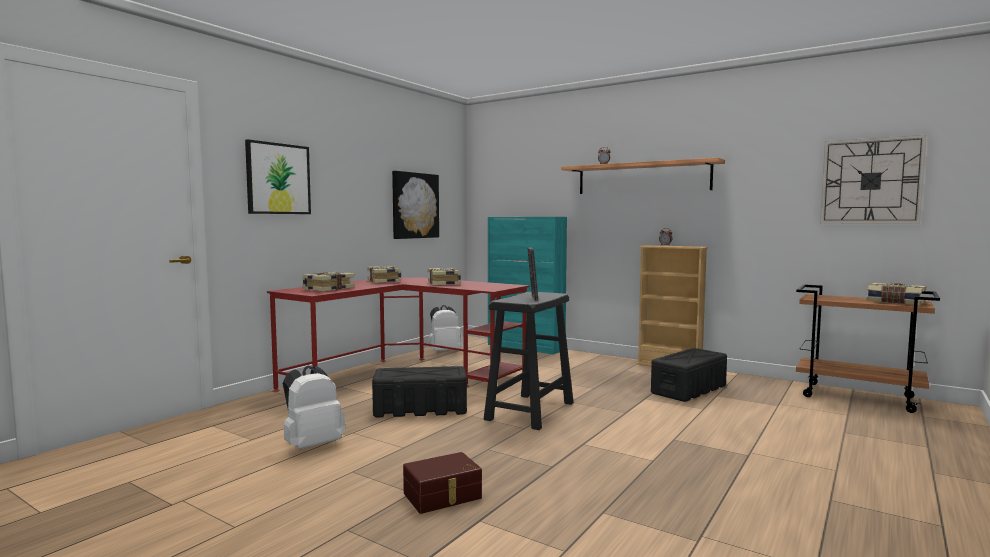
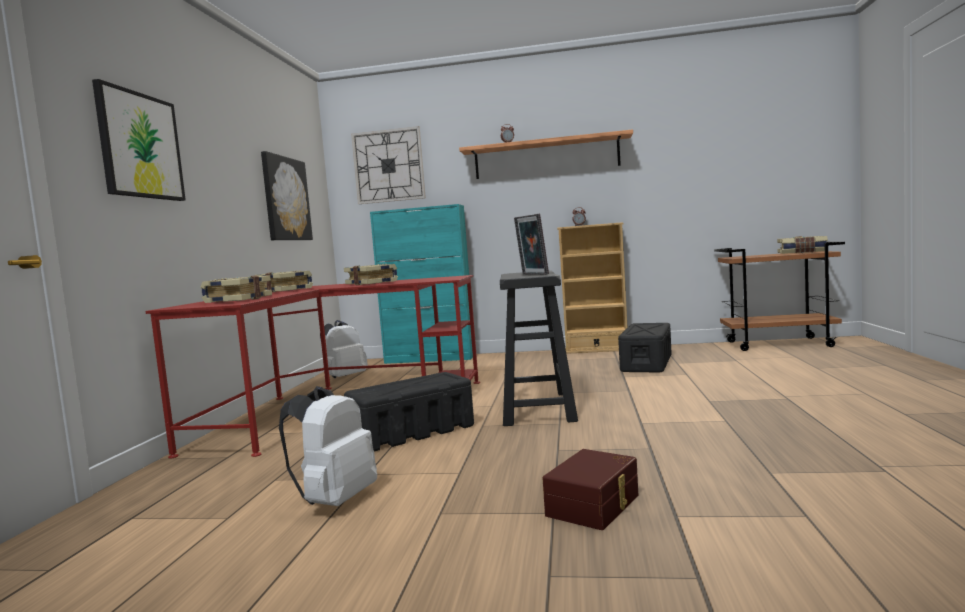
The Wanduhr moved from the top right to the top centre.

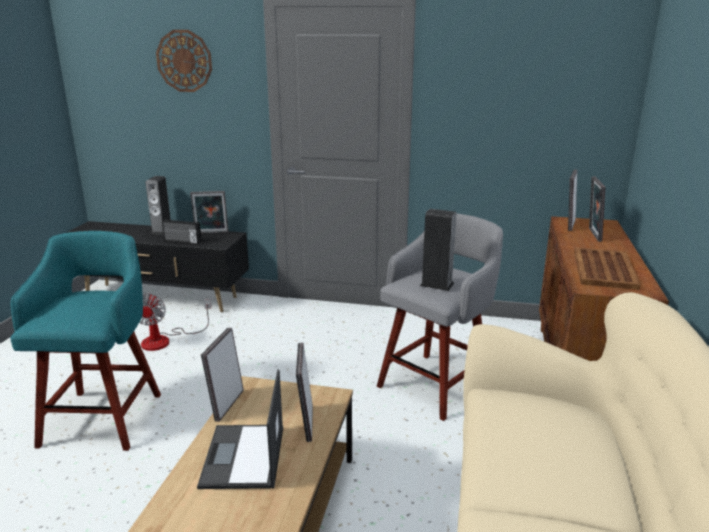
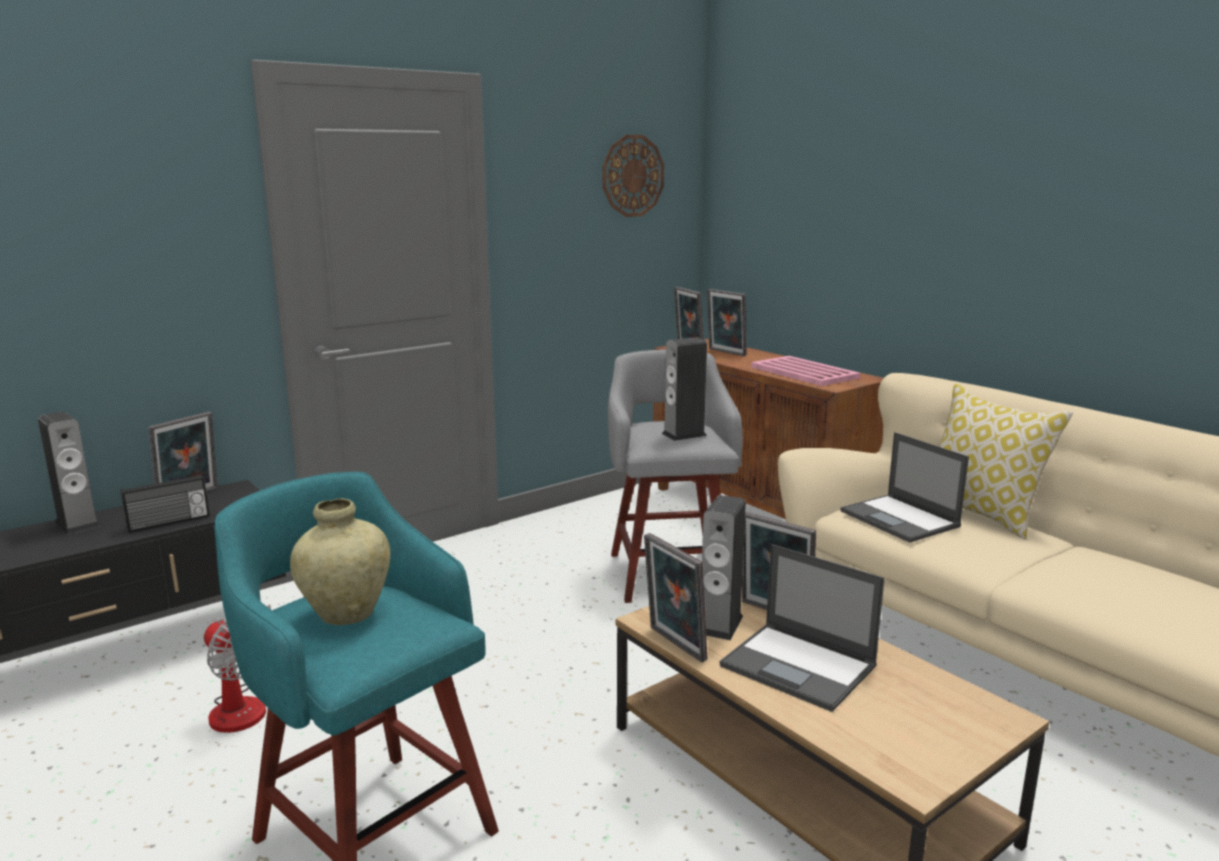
The Wanduhr moved from the top left to the top centre. The Tablett [braun] at the middle right became the Tablett [rosa] at the centre. The Vase [beige] at the middle left appeared. The Lautsprecher (no. 3 from left) at the centre appeared. The Laptop (no. 2 from left) at the middle right appeared. The Kissen at the middle right appeared.

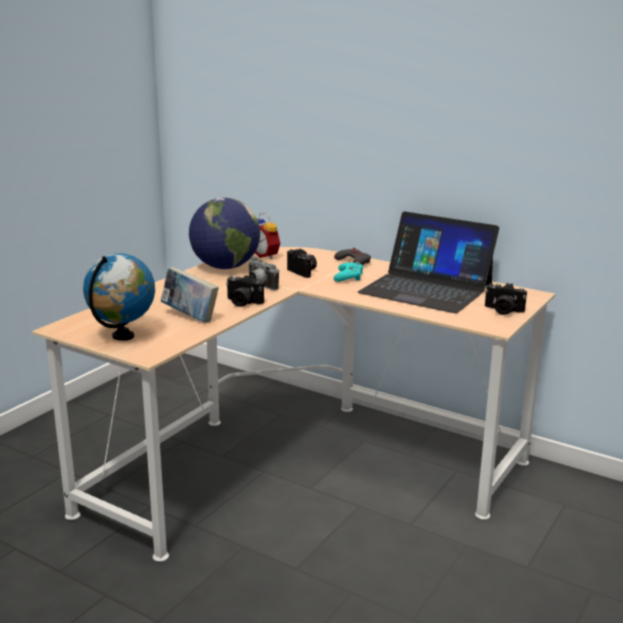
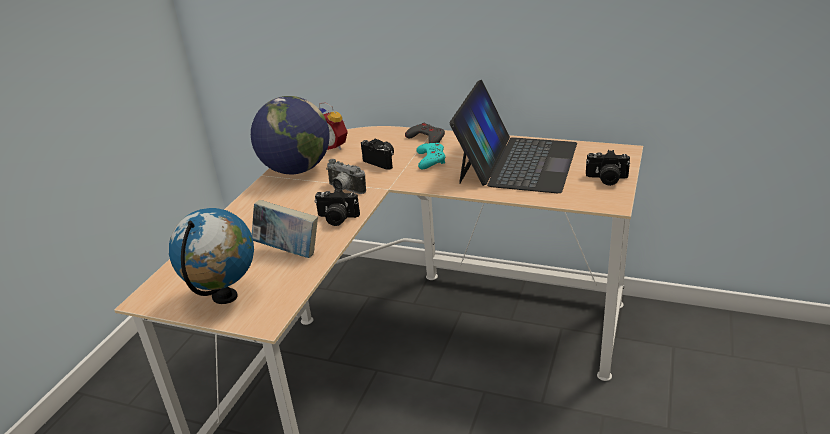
The Laptop at the middle right turned 90 degrees counterclockwise.

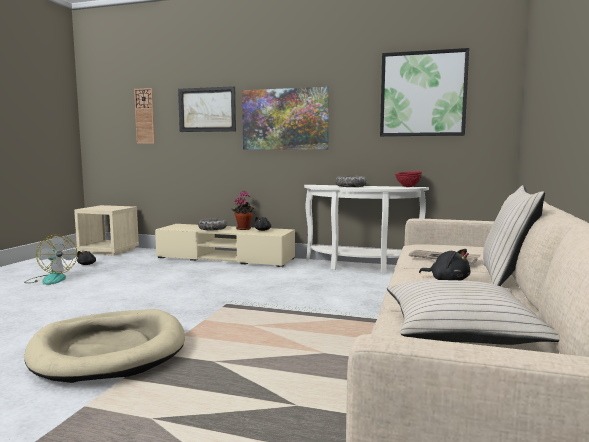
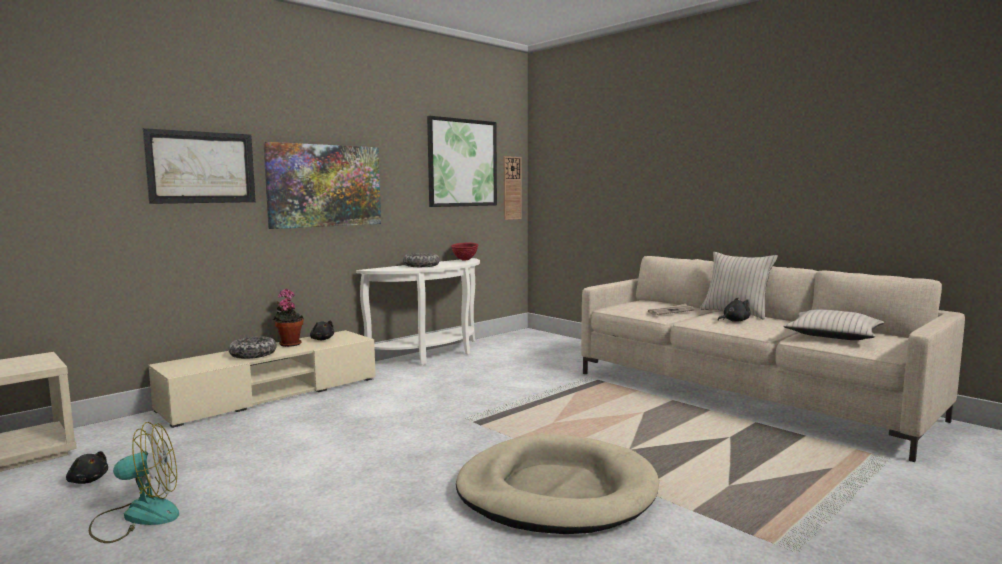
The Wanduhr moved from the top left to the centre.

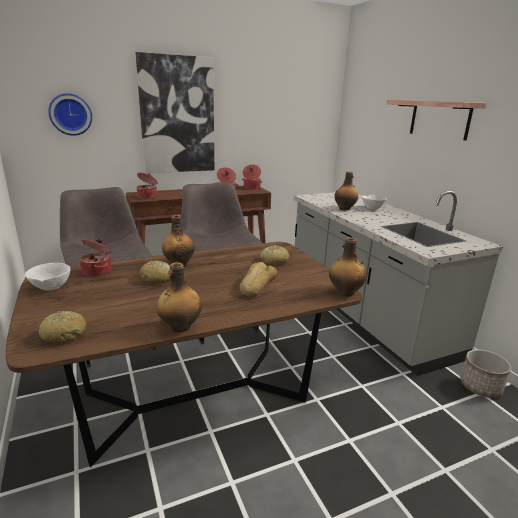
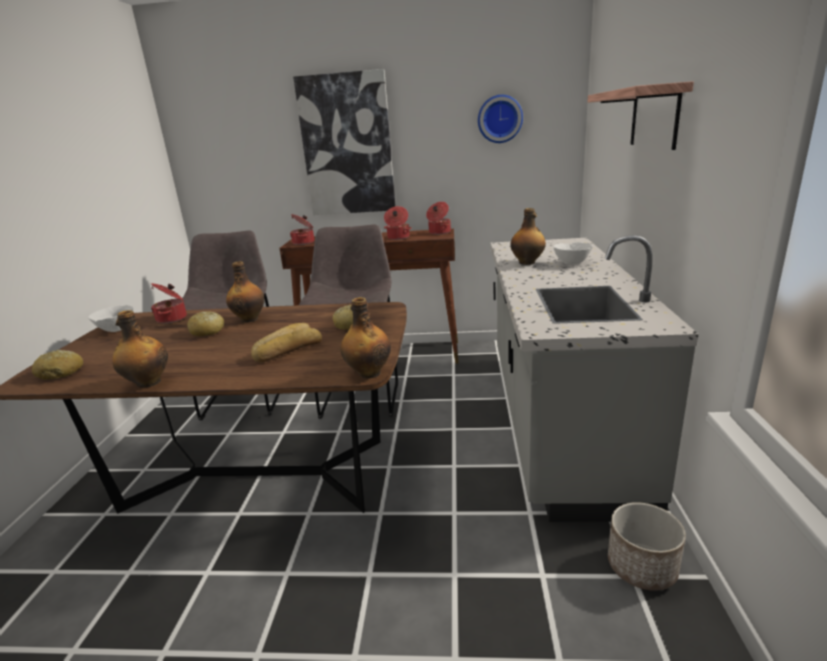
The Wanduhr moved from the top left to the top centre.

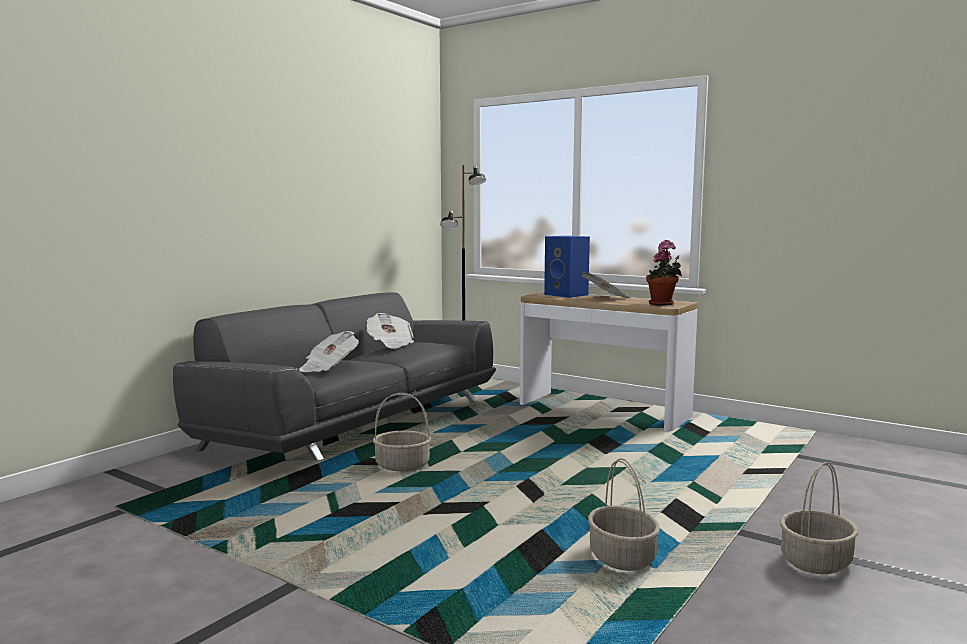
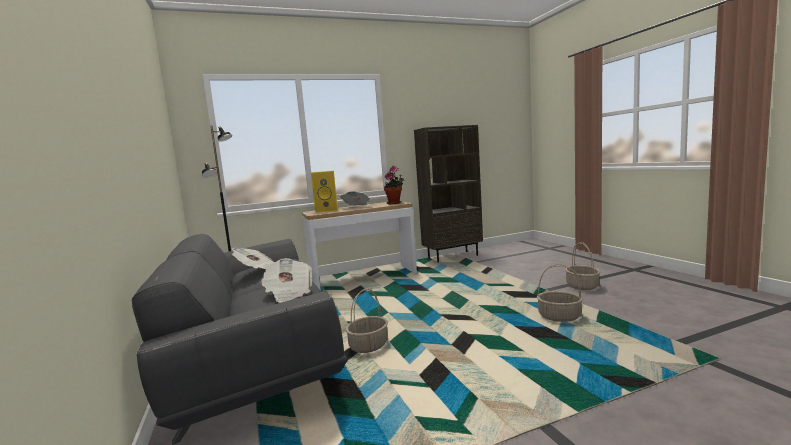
The Lautsprecher [blau] at the centre became the Lautsprecher [gelb] at the centre. The Bücherregal [braun] at the centre appeared.

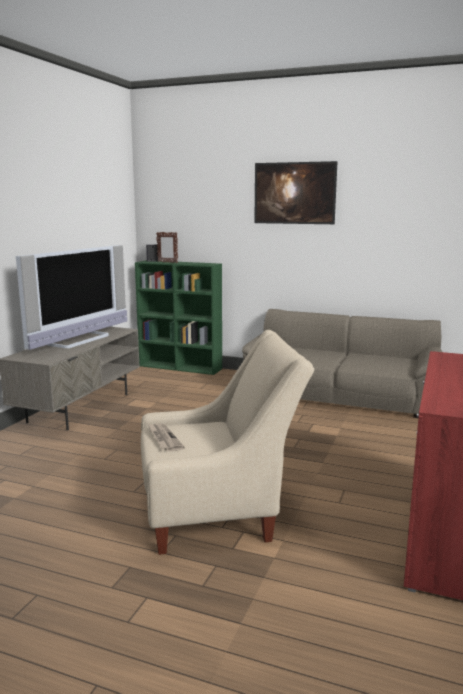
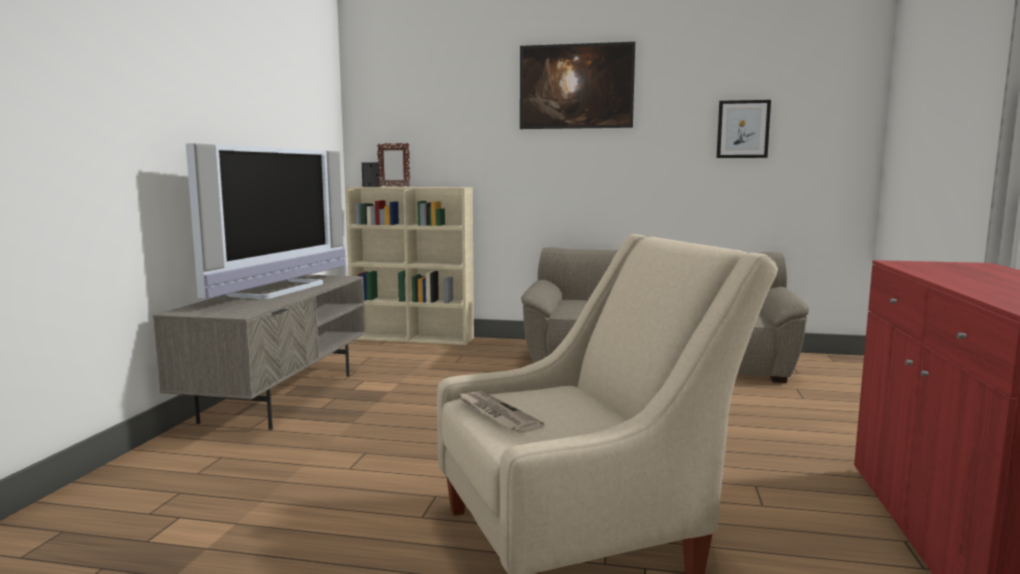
The Bücherregal [grün] at the centre became the Bücherregal [beige] at the centre. The Bild (no. 2 from left) at the top right appeared.

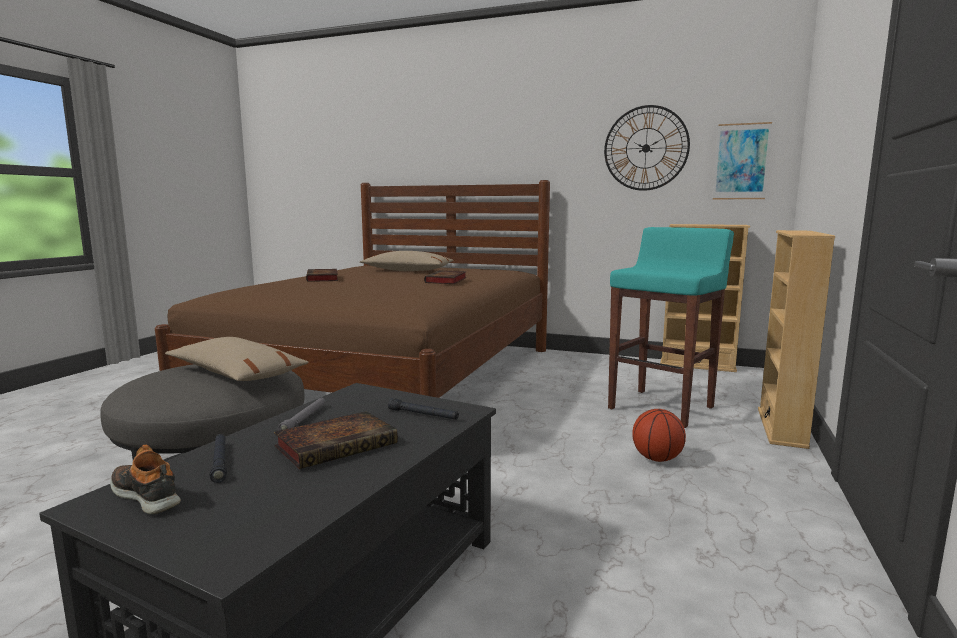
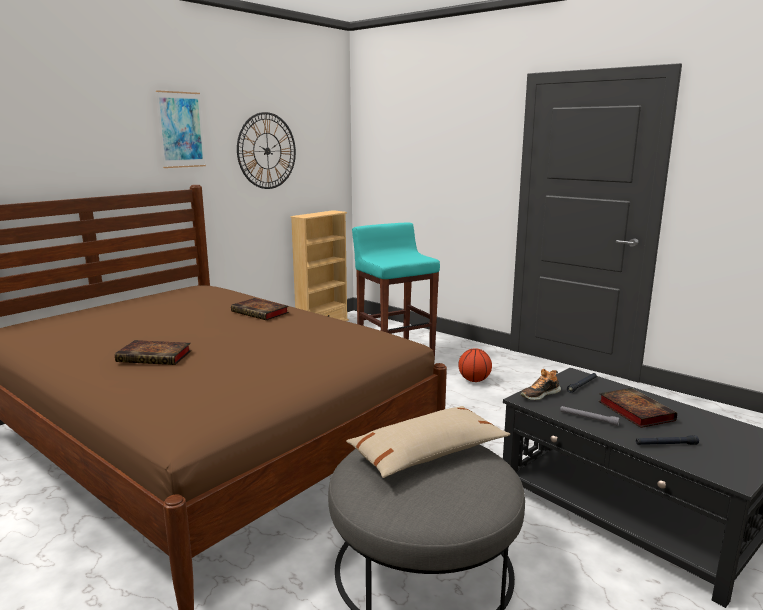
The Schuh moved from the bottom left to the middle right. The Kissen [beige] (no. 2 from left) at the centre disappeared. The Bild moved from the top right to the top left. The Bücherregal [beige] (no. 2 from left) at the middle right disappeared.

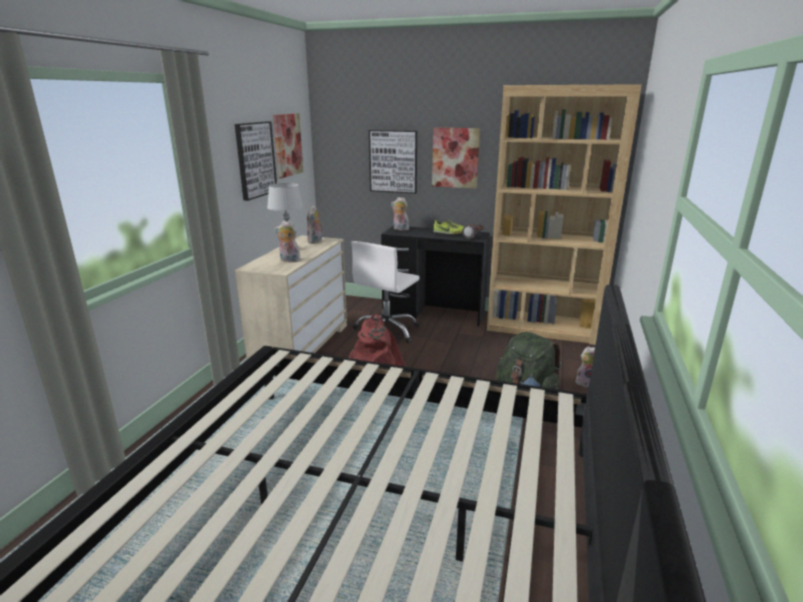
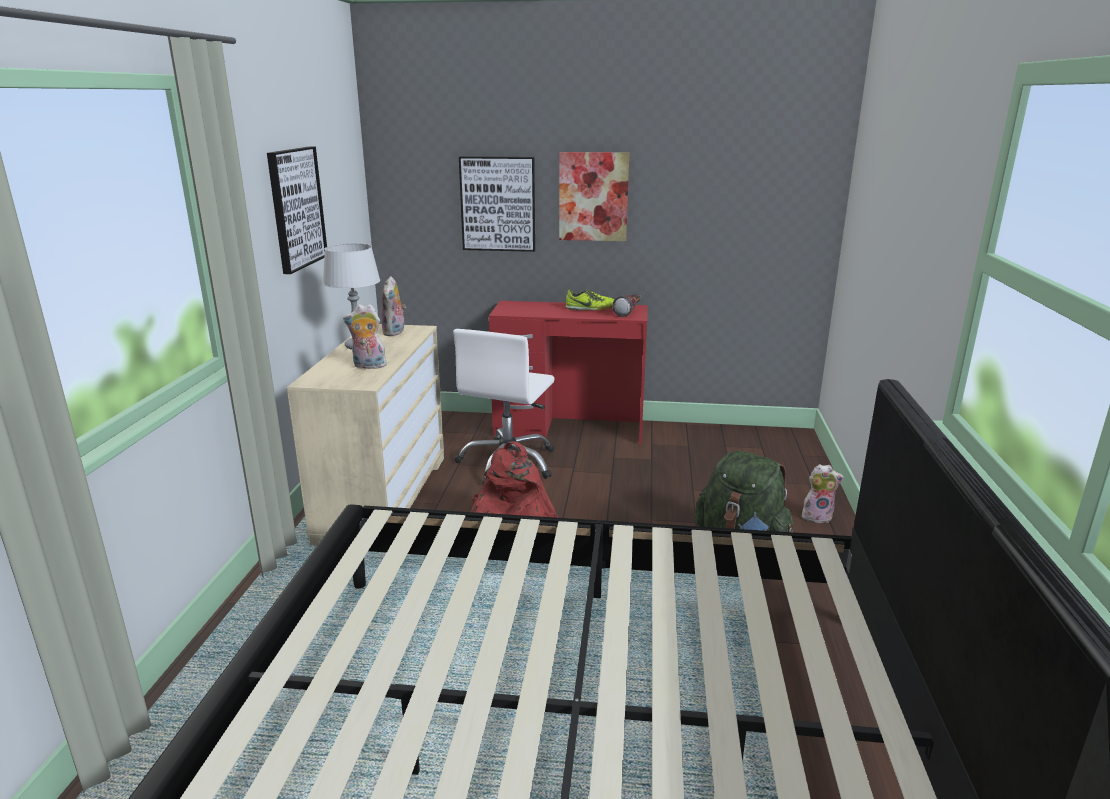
The Bild (no. 2 from left) at the top centre disappeared. The Schreibtisch [schwarz] at the centre became the Schreibtisch [rot] at the centre. The Plüschtier (no. 3 from left) at the centre disappeared. The Bücherregal [braun] at the middle right disappeared.

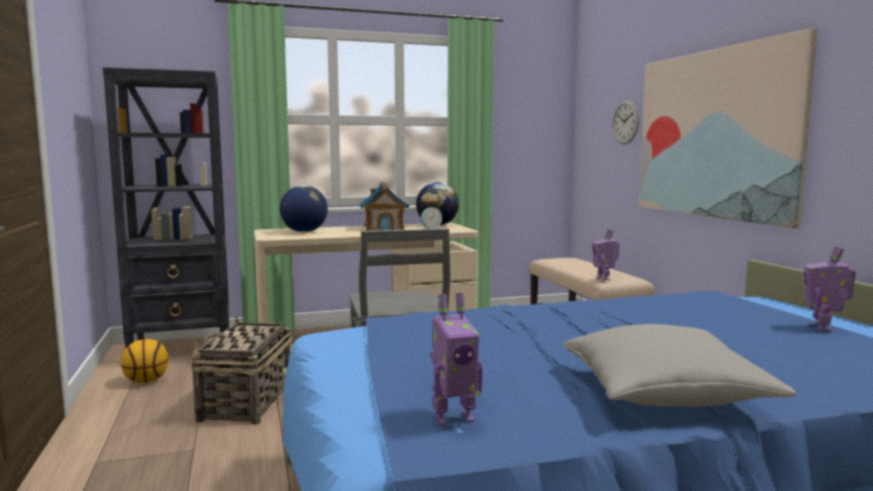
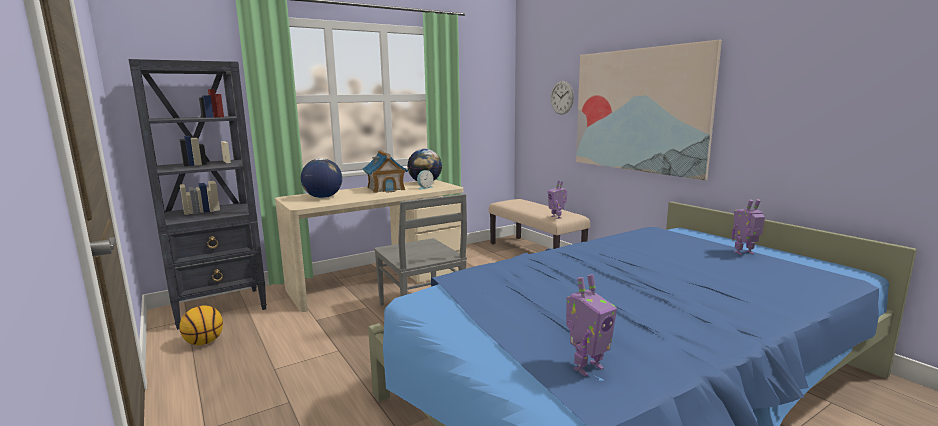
The Korb at the bottom left disappeared. The Kissen [grau] at the bottom right disappeared. The Spielzeugroboter (no. 3 from left) at the middle right turned 75 degrees clockwise.

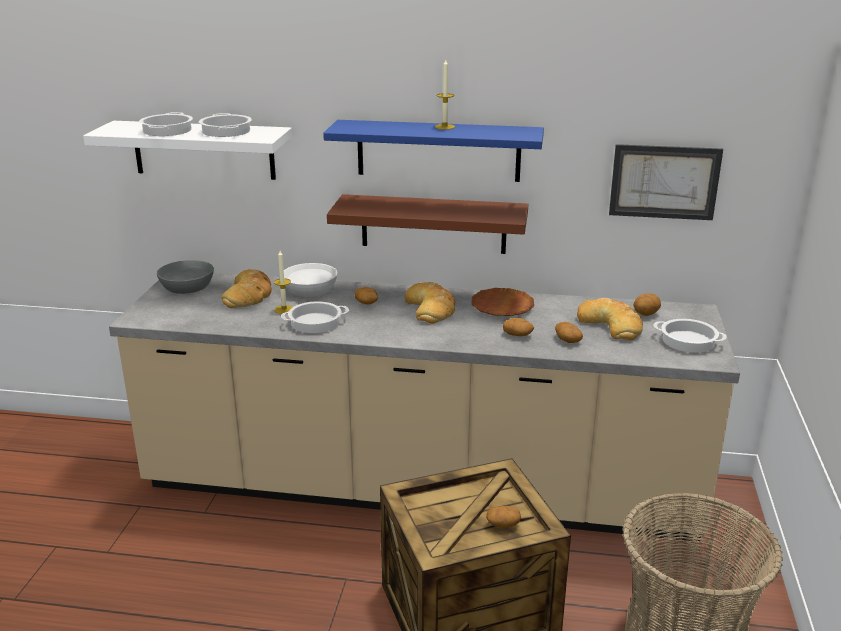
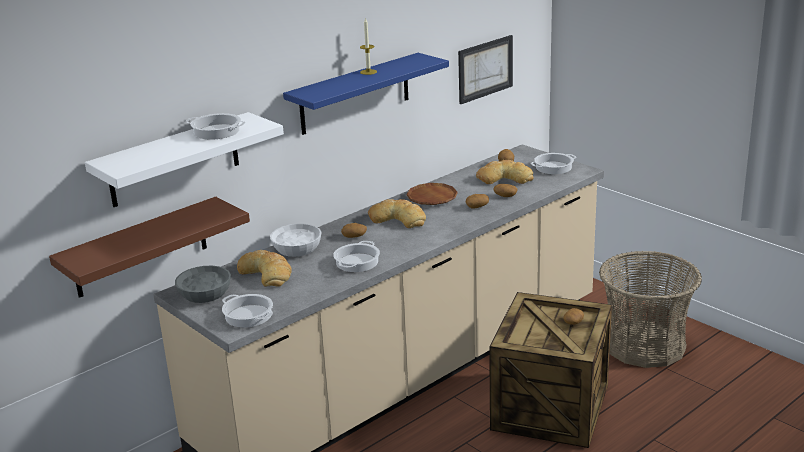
The Kochtopf (no. 1 from left in the first image) moved from the top left to the bottom left. The Kerze (no. 1 from left) at the centre disappeared. The Wandregal [braun] moved from the centre to the middle left.

